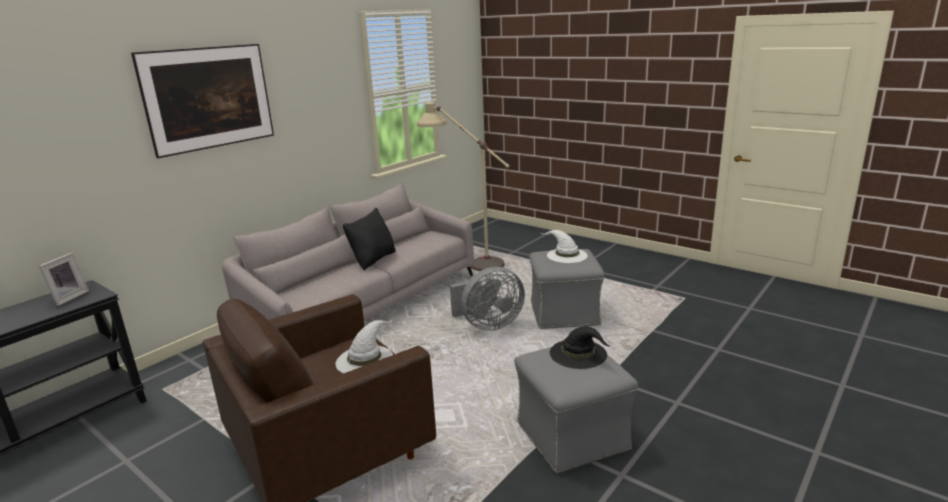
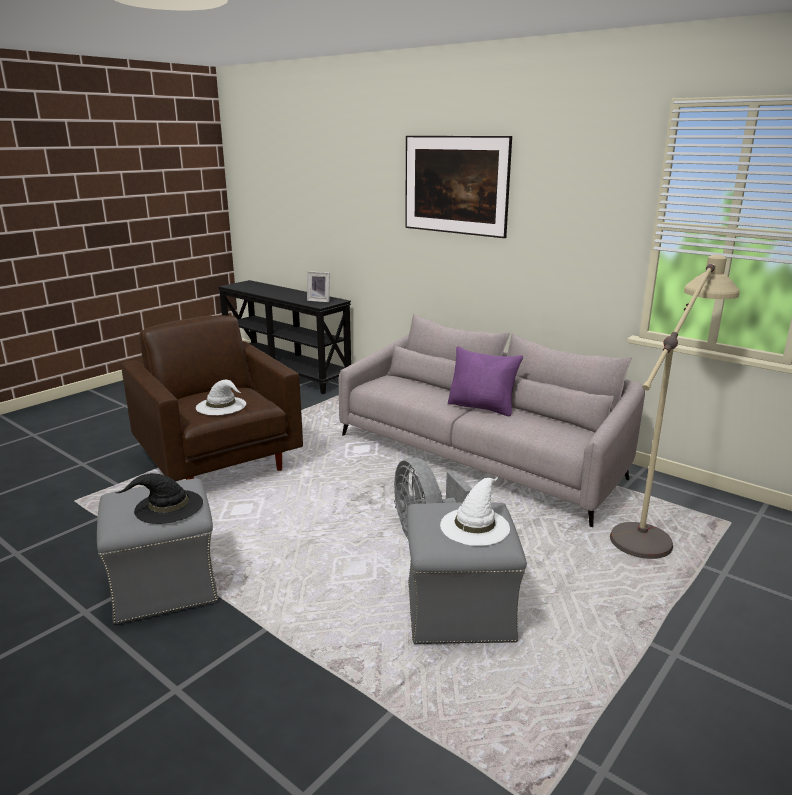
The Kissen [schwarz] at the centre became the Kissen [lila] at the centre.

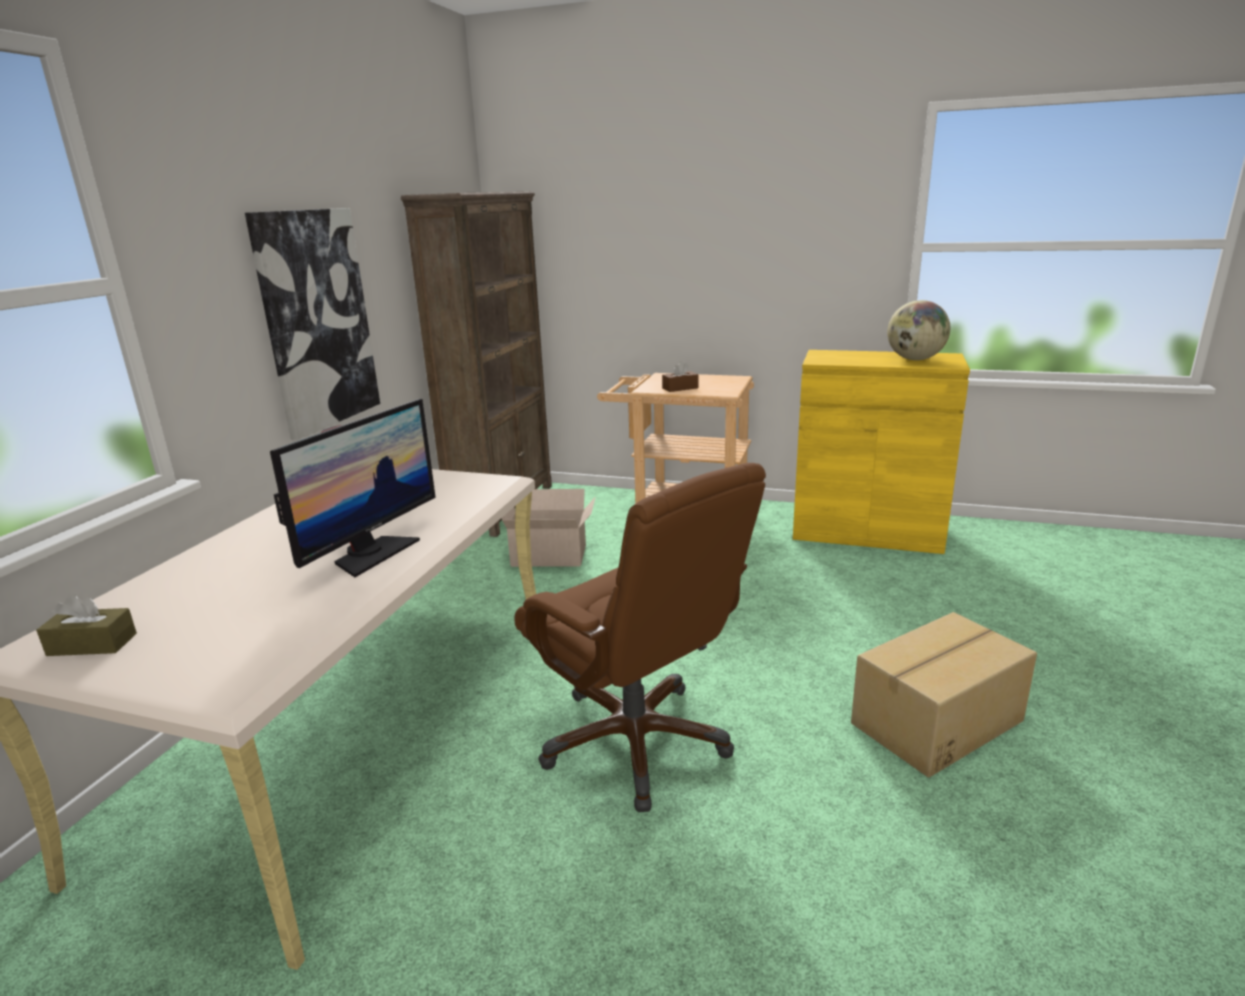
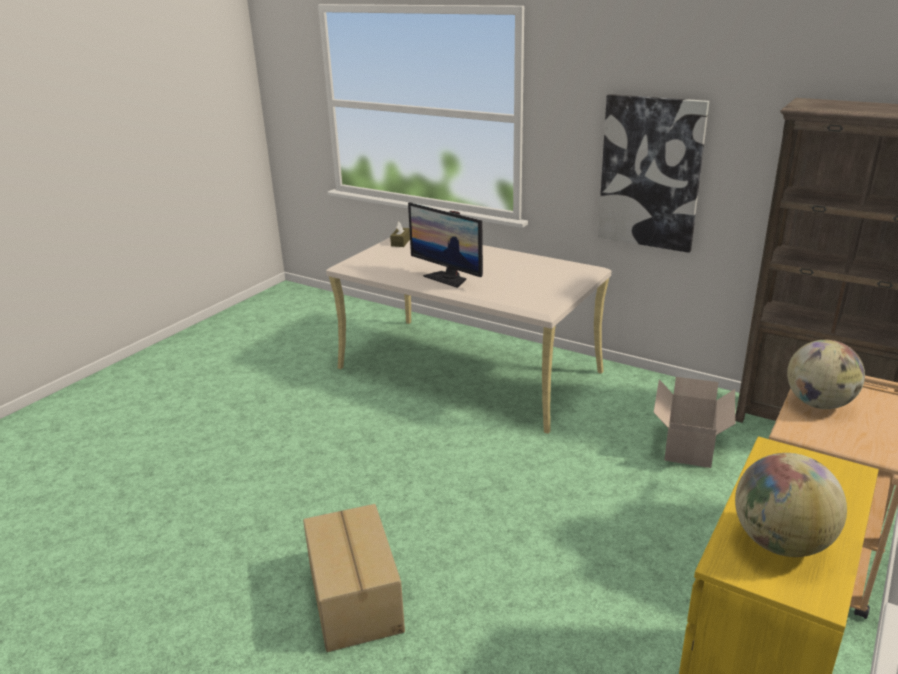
The Bürostuhl [braun] at the centre disappeared. The Taschentuchbox [braun] (no. 2 from left) at the centre was replaced by the Globus (no. 2 from left) at the middle right.

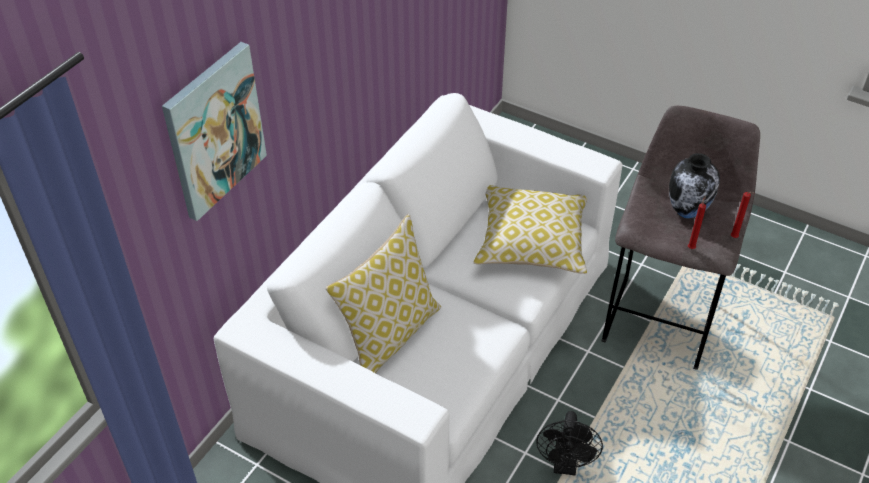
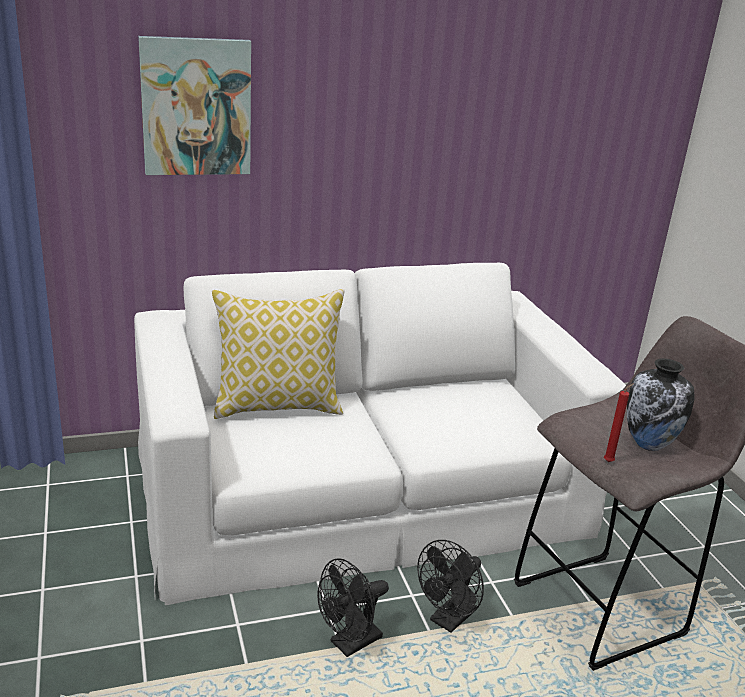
The Kissen (no. 2 from left) at the centre disappeared. The Kerze [rot] (no. 2 from left) at the middle right disappeared. The Ventilator [schwarz] (no. 2 from left) at the bottom centre appeared.

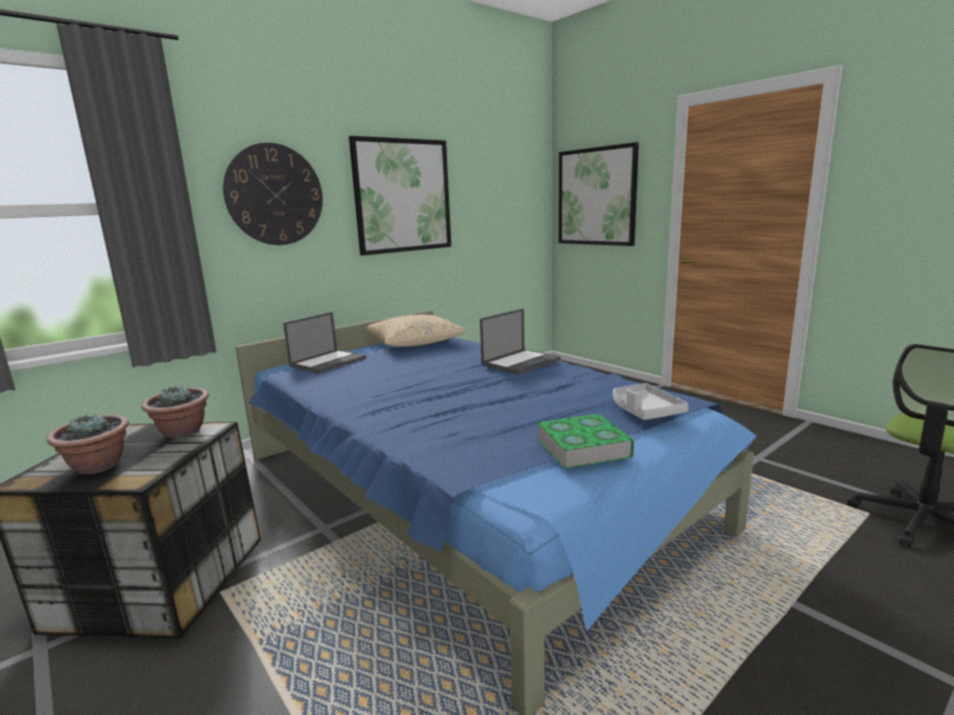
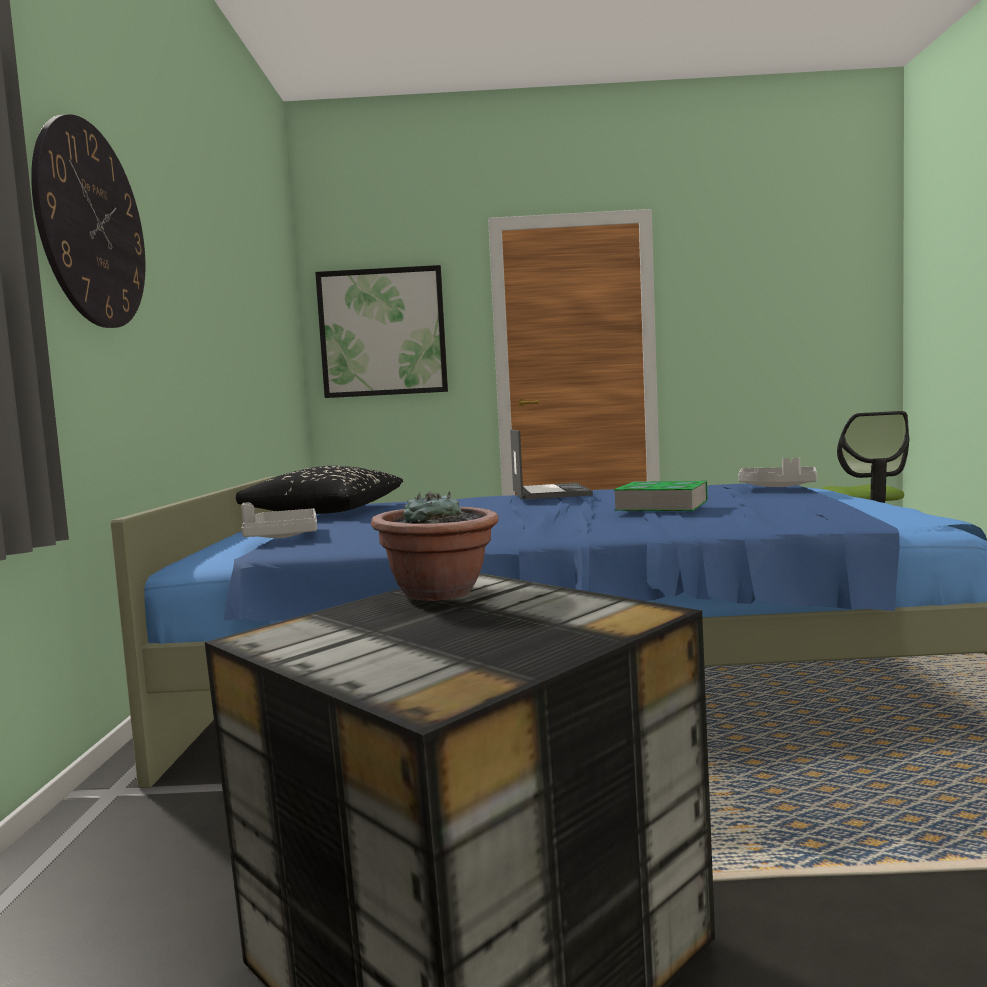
The Topfpflanze (no. 1 from left) at the middle left disappeared. The Laptop (no. 1 from left) at the centre was replaced by the Tablett [grau] (no. 1 from left) at the middle left. The Bild (no. 1 from left) at the top centre disappeared. The Kissen [beige] at the centre became the Kissen [schwarz] at the middle left. The Buch moved from the centre to the middle right.

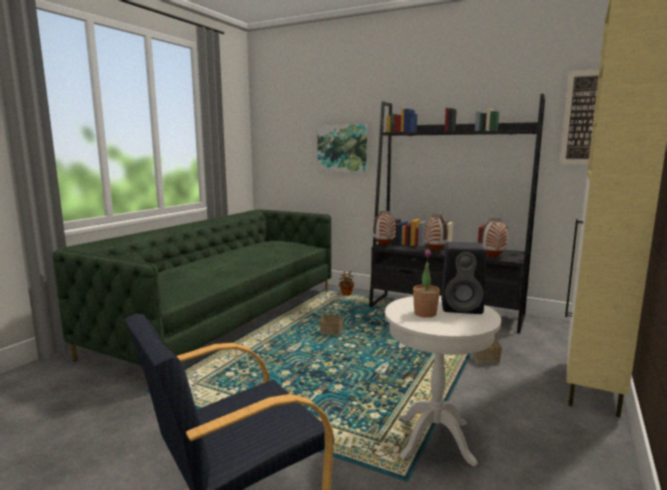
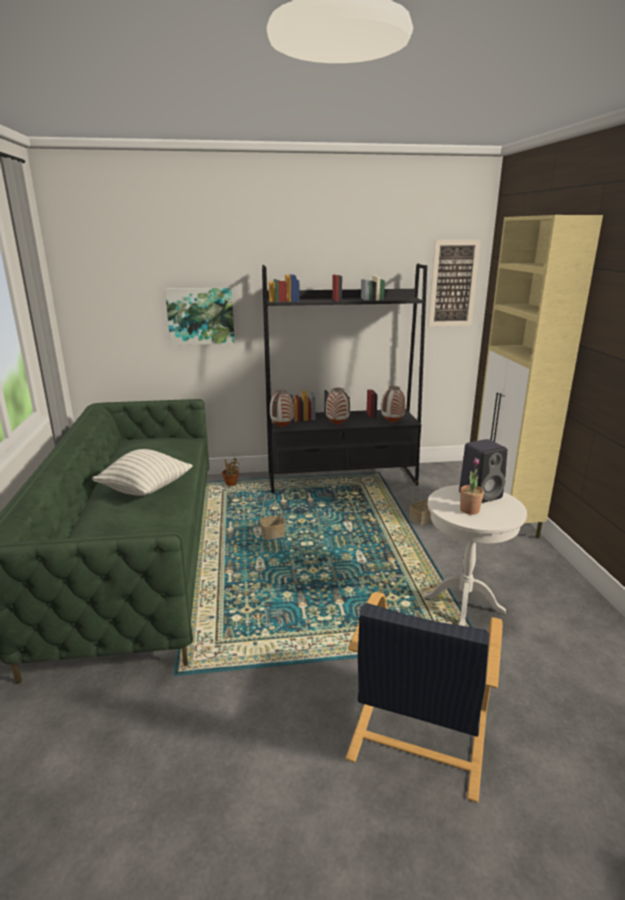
The Kissen at the middle left appeared.

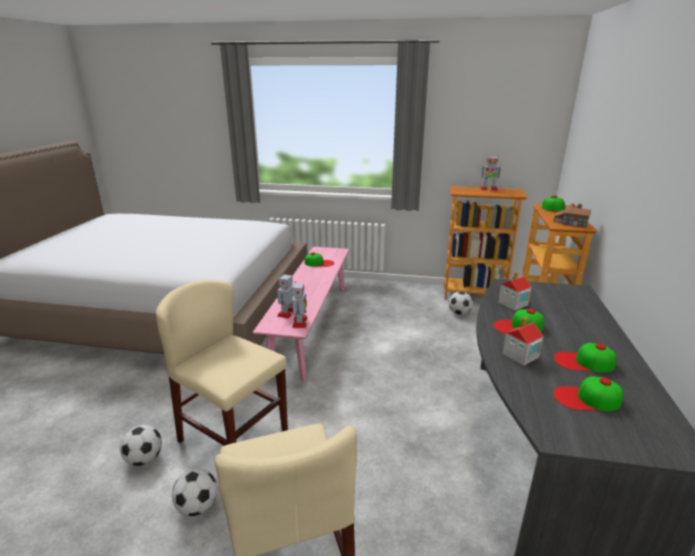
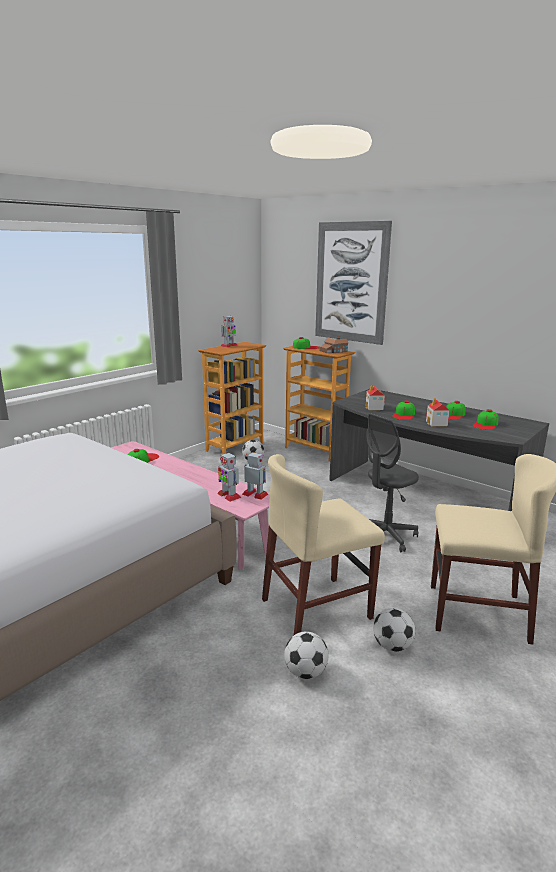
The Bild at the top centre appeared. The Bürostuhl [grau] at the middle right appeared.

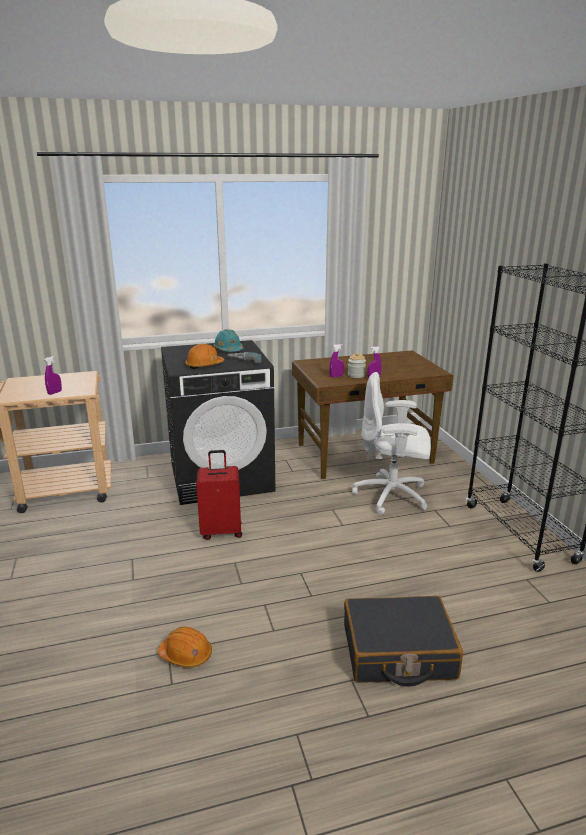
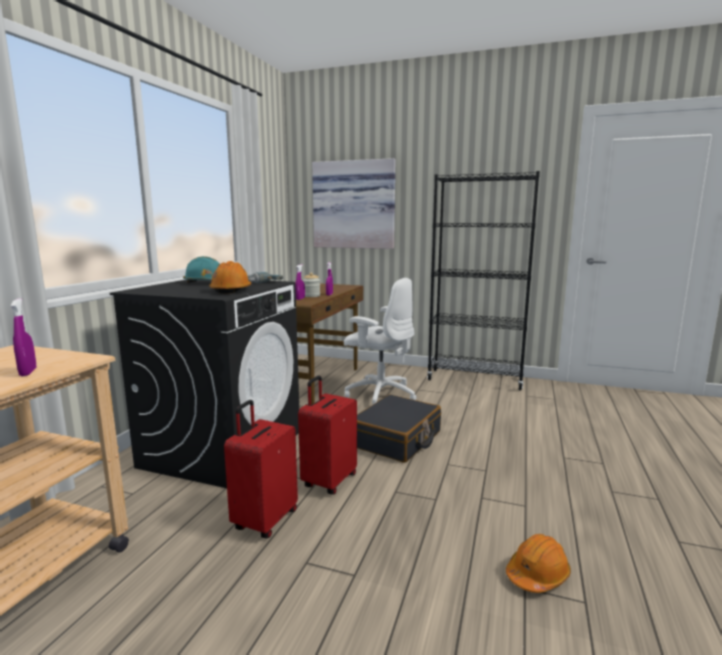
The Koffer [schwarz] moved from the bottom right to the centre. The Bürostuhl [weiß] at the middle right turned 105 degrees counterclockwise. The Koffer [rot] (no. 1 from left) at the bottom centre appeared. The Bild at the top centre appeared.

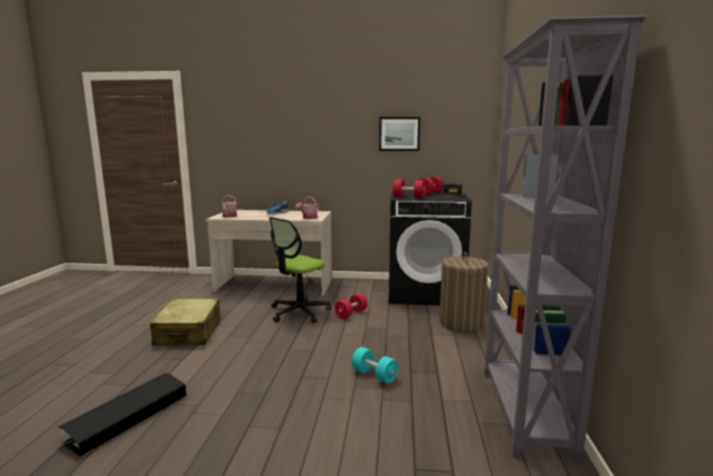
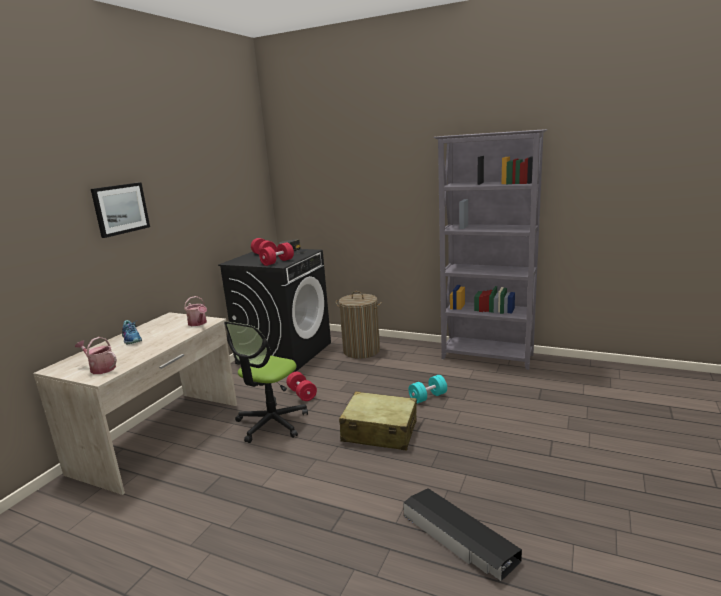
The Koffer [beige] moved from the bottom left to the bottom centre. The Bürostuhl at the centre turned 60 degrees clockwise. The Bild moved from the top centre to the middle left.

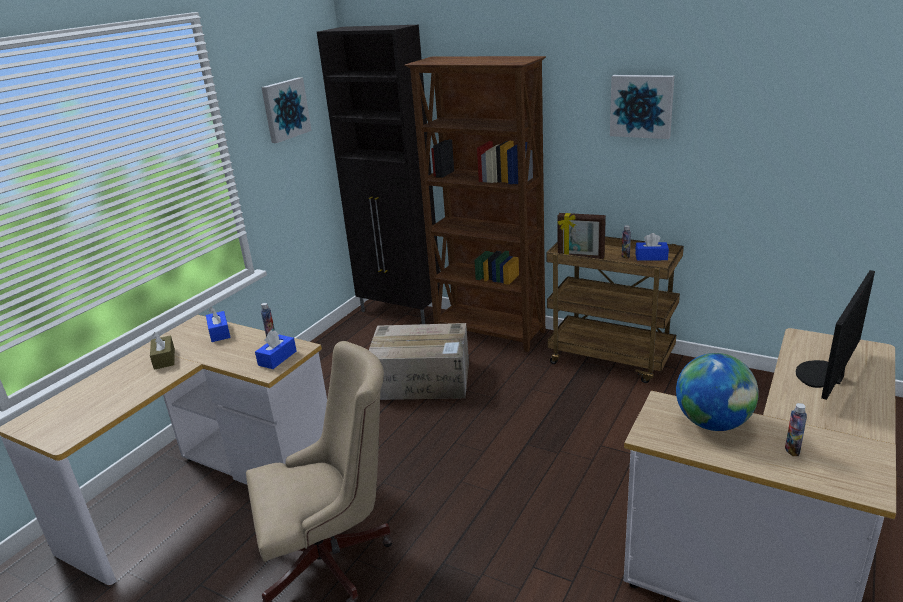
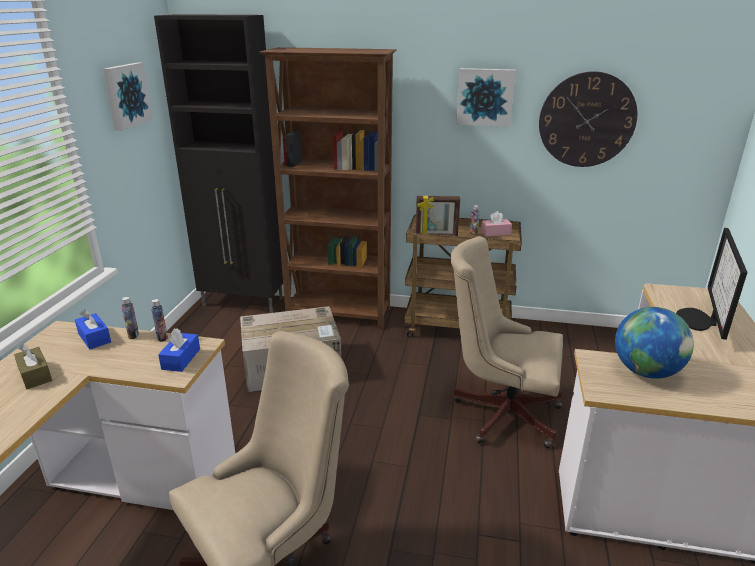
The Taschentuchbox [blau] (no. 3 from left) at the middle right became the Taschentuchbox [rosa] at the centre. The Flasche (no. 3 from left in the first image) moved from the bottom right to the middle left. The Bürostuhl [beige] (no. 2 from left) at the middle right appeared. The Wanduhr at the top right appeared.

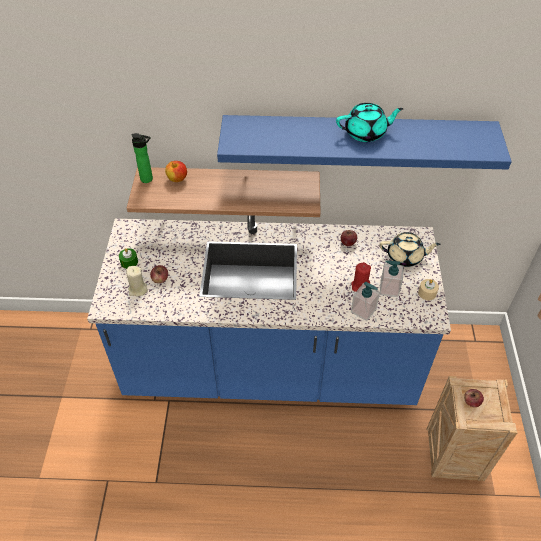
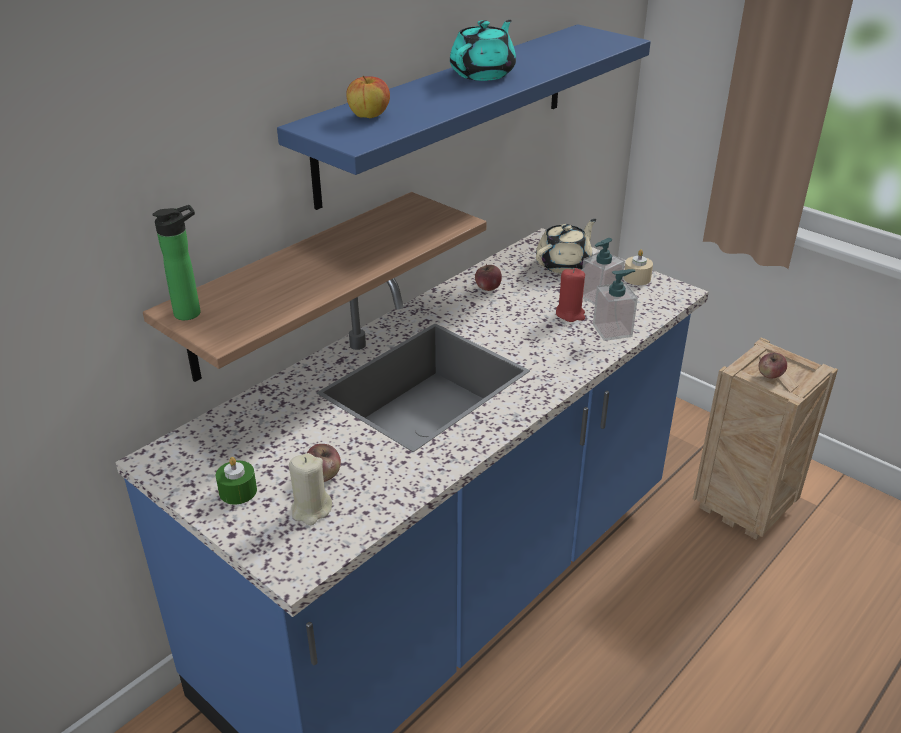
The Apfel (no. 2 from left) moved from the top left to the top centre.

